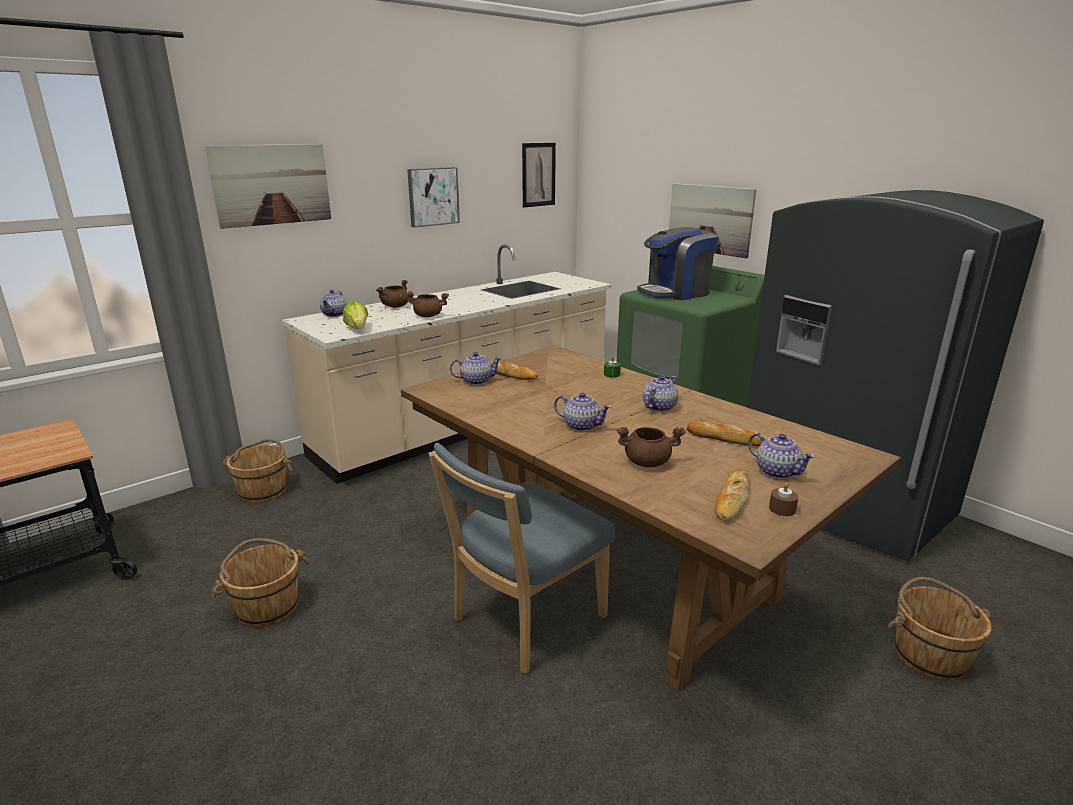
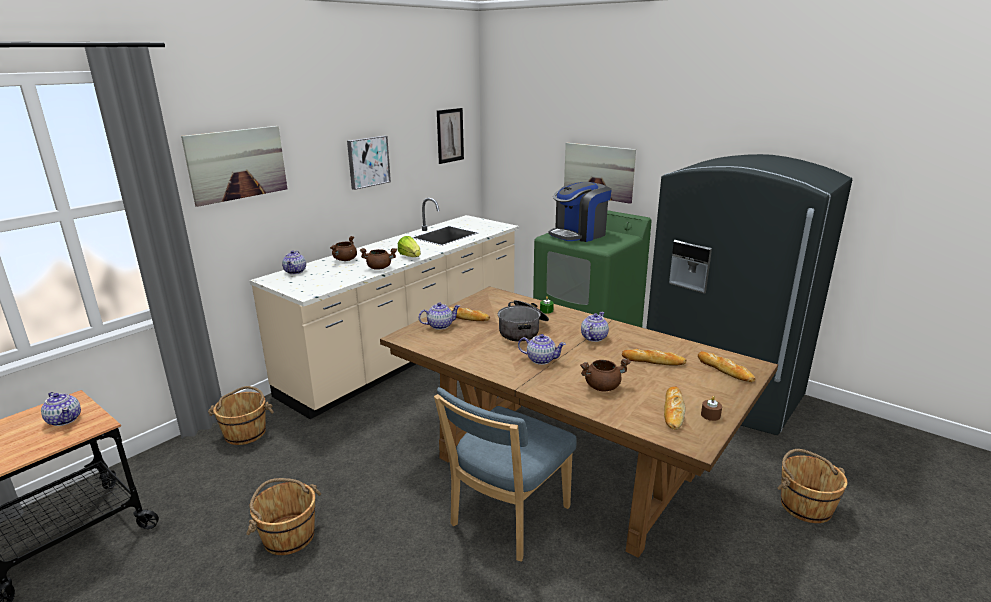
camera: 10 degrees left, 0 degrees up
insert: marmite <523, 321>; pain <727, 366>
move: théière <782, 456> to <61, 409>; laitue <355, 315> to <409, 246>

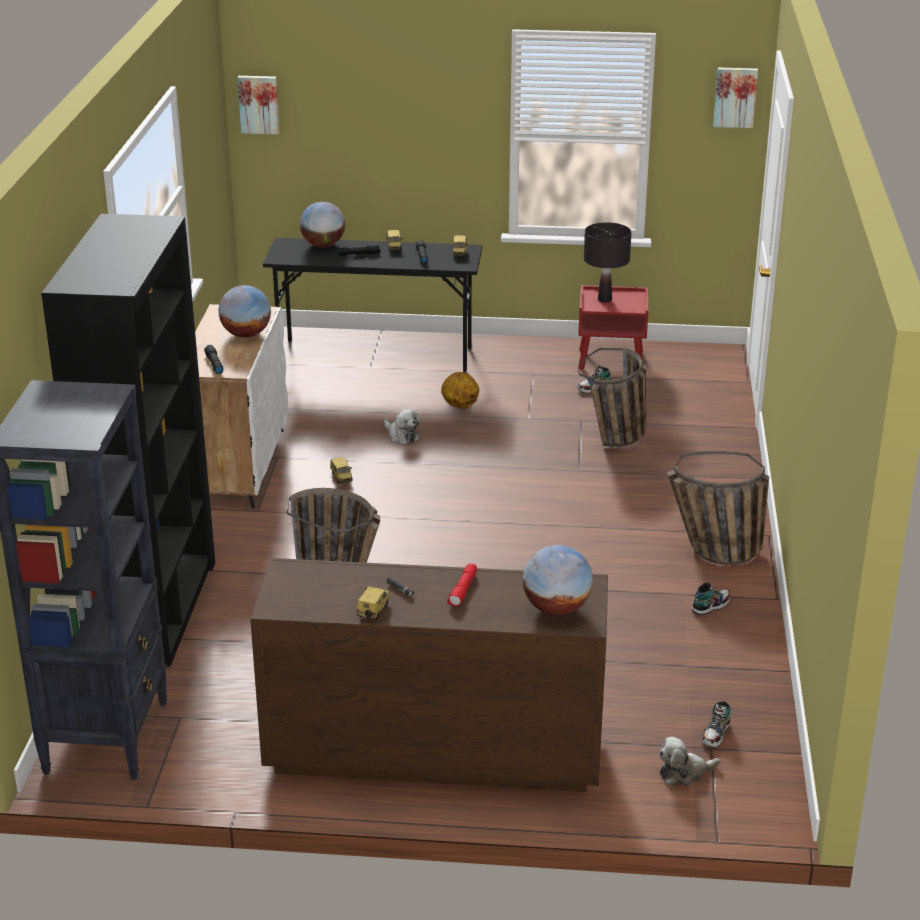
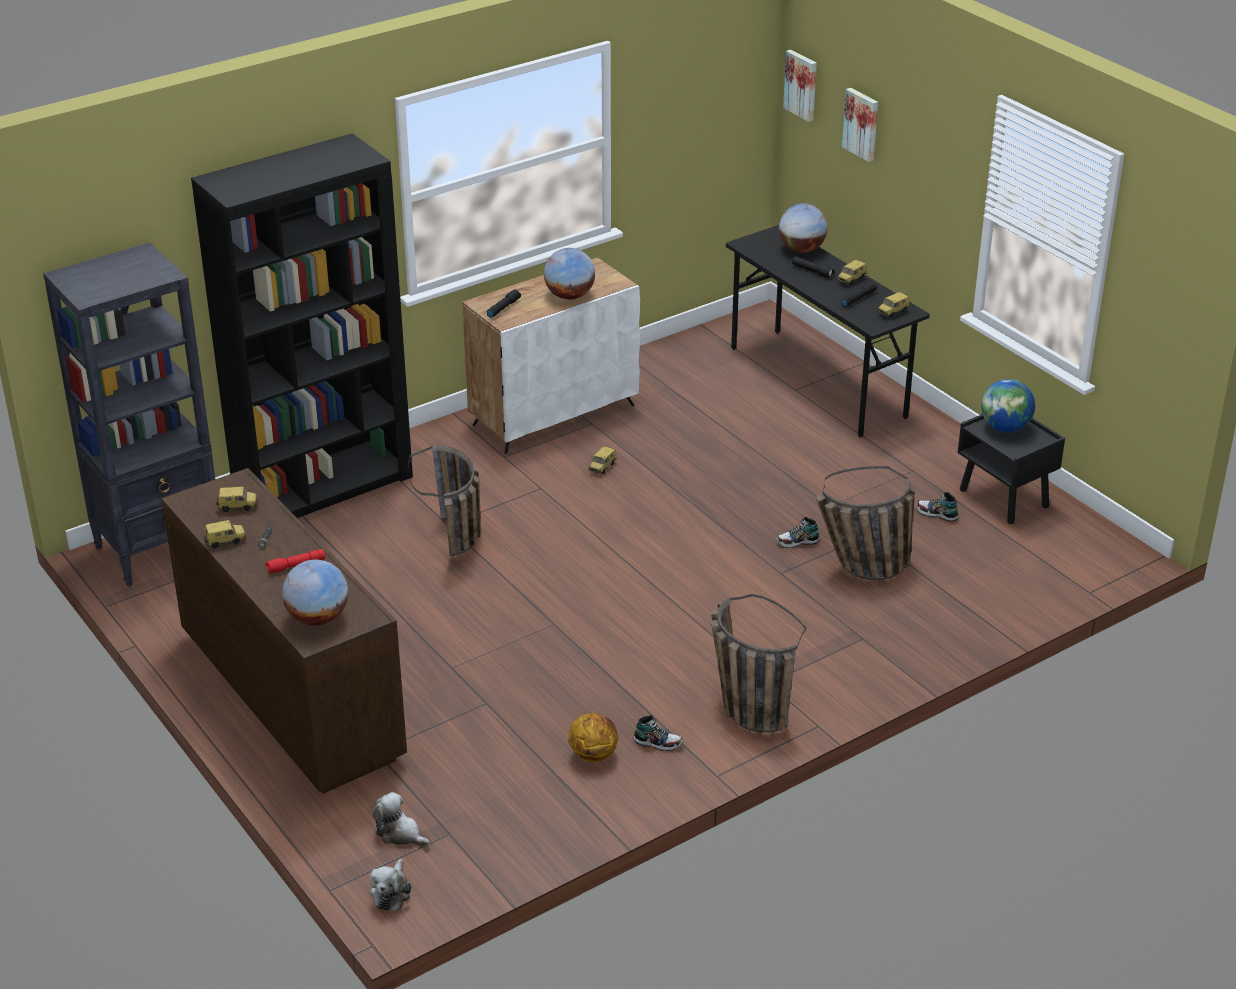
camera: 50 degrees right, 5 degrees up
insert: petite voiture <237, 499>
move: peluche <402, 426> to <390, 885>; ballon de basket <460, 390> to <593, 738>; chaussure <716, 724> to <798, 532>; tableau <735, 98> to <860, 125>
replace: lampe de table/noir <607, 262> to globe <1008, 405>
recolor: table de chevet/rouge <613, 327> to table de chevet/noir <1011, 469>

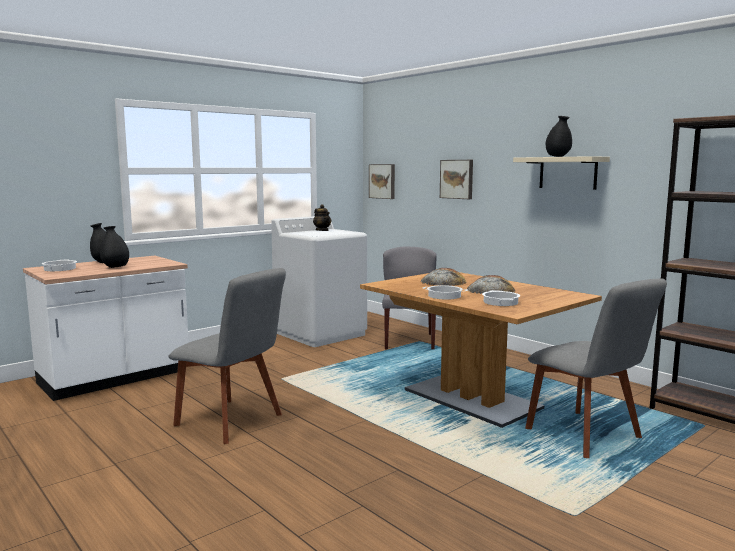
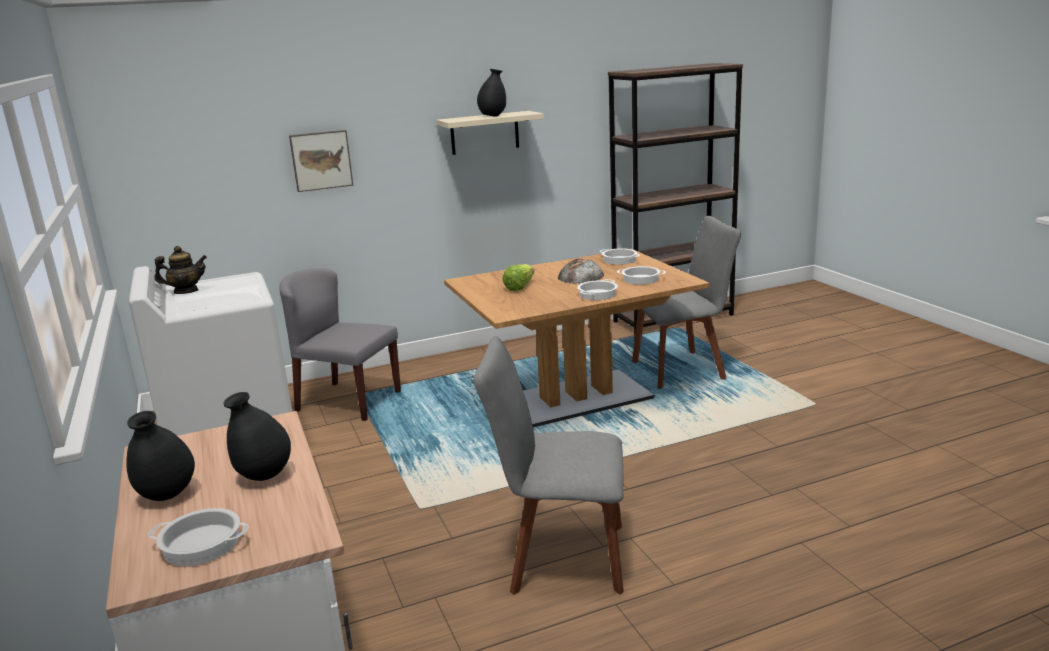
camera: 70 degrees left, 10 degrees up
delete: tableau <382, 181>
insert: marmite <619, 256>
replace: pain <443, 277> to laitue <518, 277>
rotate: chaise/gris <227, 356> = <548, 465> 135 degrees counterclockwise

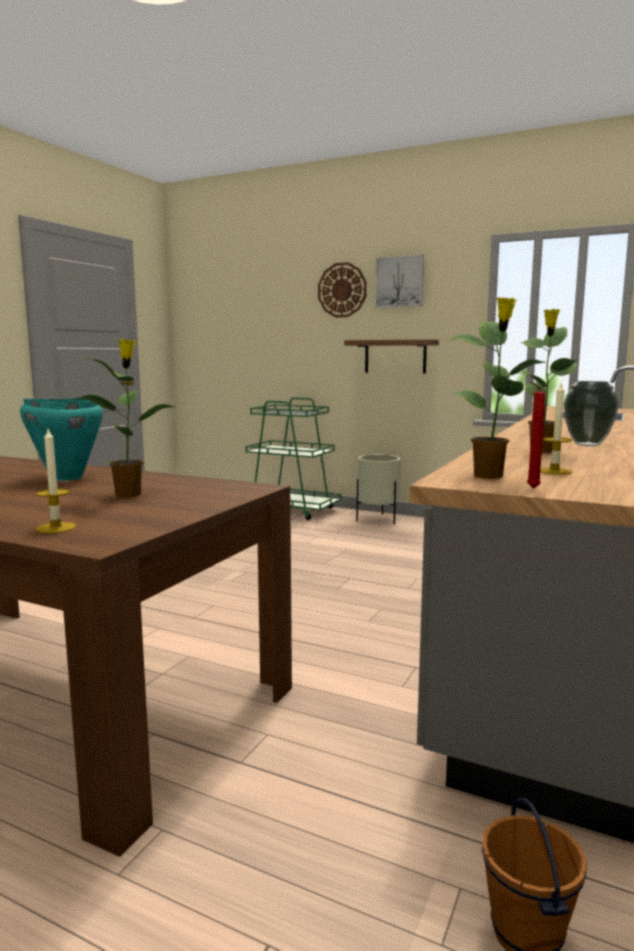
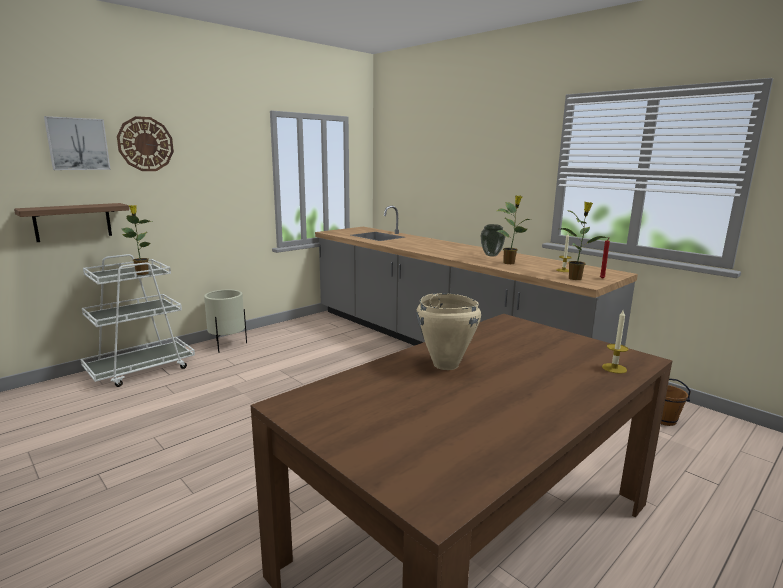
camera: 70 degrees left, 5 degrees up
move: étagère <391, 356> to <71, 222>; tableau <399, 281> to <77, 143>; plante en pot <125, 418> to <137, 240>
recolor: chariot/vert <293, 458> to chariot/blanc <137, 320>; marmite/turquoise <61, 439> to marmite/beige <448, 331>

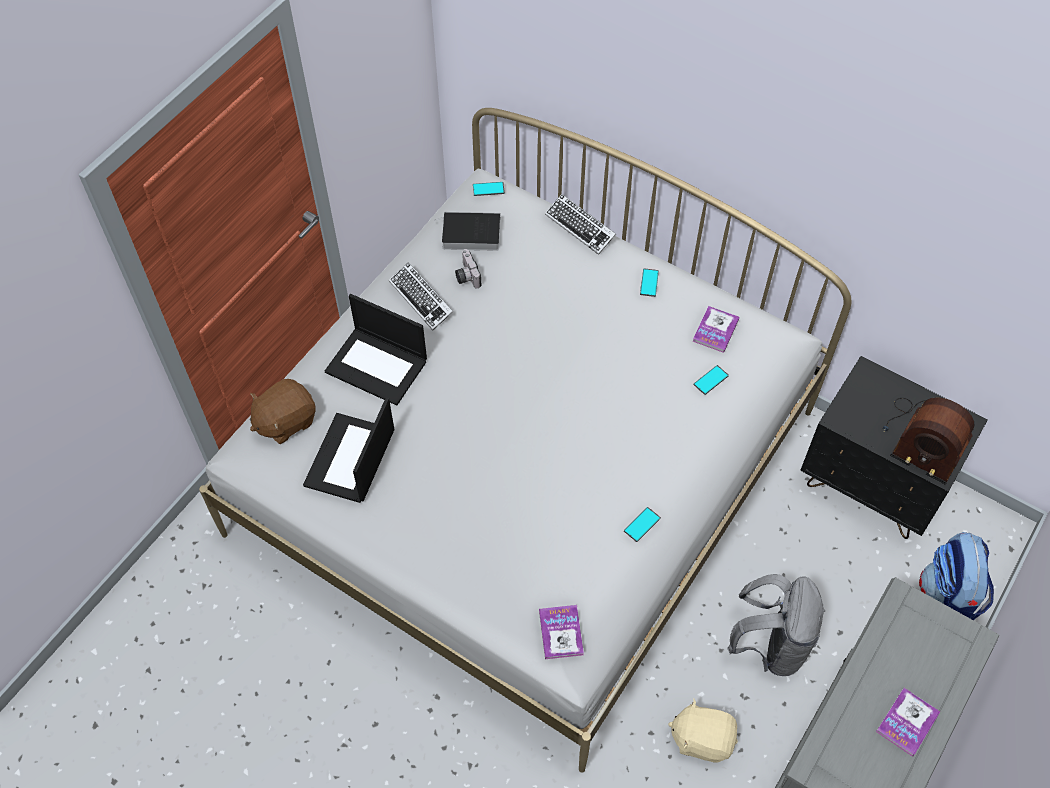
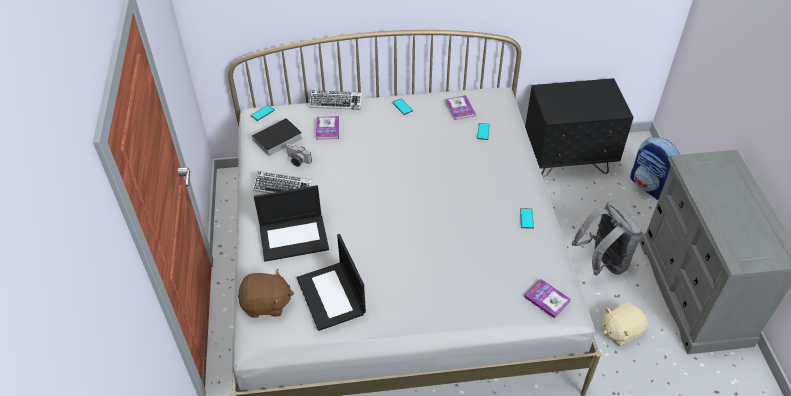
camera: 40 degrees left, 10 degrees down
delete: radio <929, 441>
move: livre <908, 722> to <327, 128>
rotate: peluche/marron <283, 411> = <266, 293> 105 degrees counterclockwise

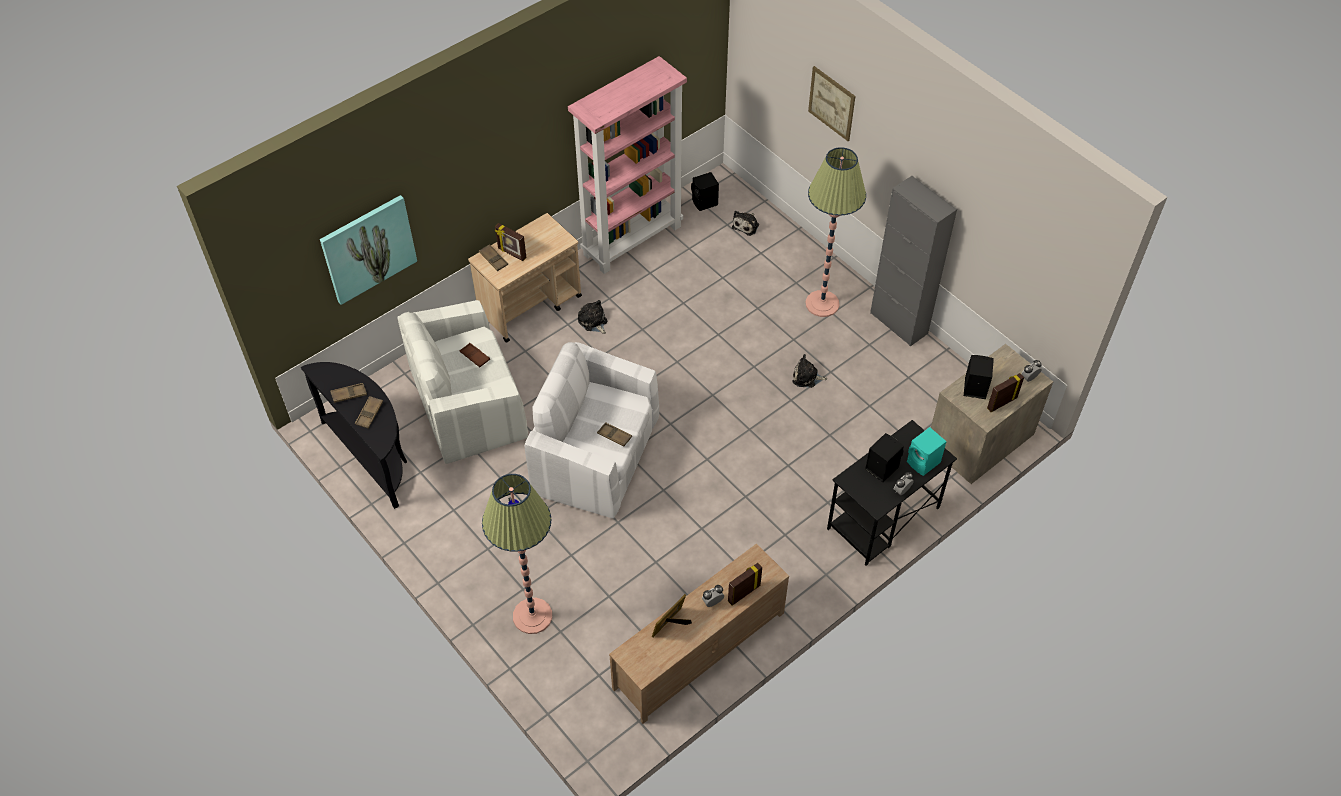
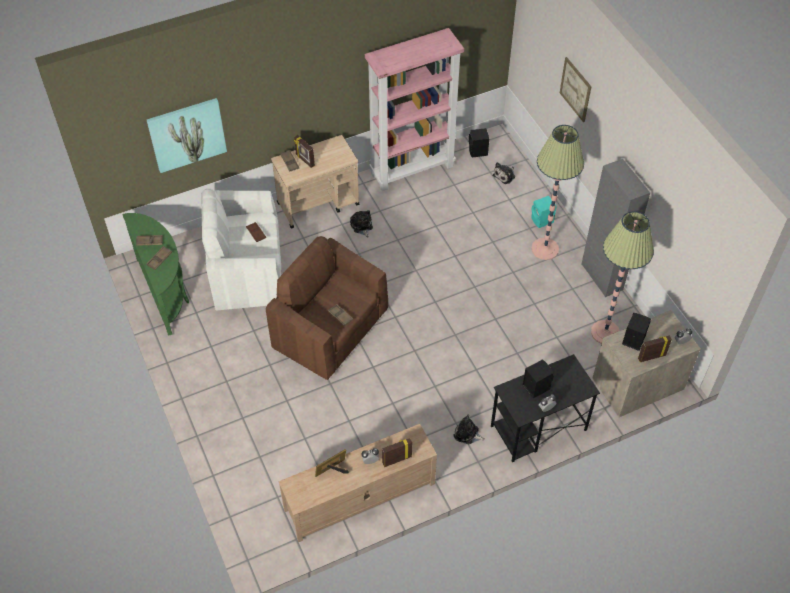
camera: 15 degrees right, 0 degrees up
move: peluche <810, 371> to <469, 429>; enceinte/turquoise <927, 451> to <544, 212>; lampadaire <517, 554> to <622, 277>
recolor: table console/noir <354, 435> to table console/vert <155, 274>; fauteuil/blanc <592, 430> to fauteuil/marron <327, 308>

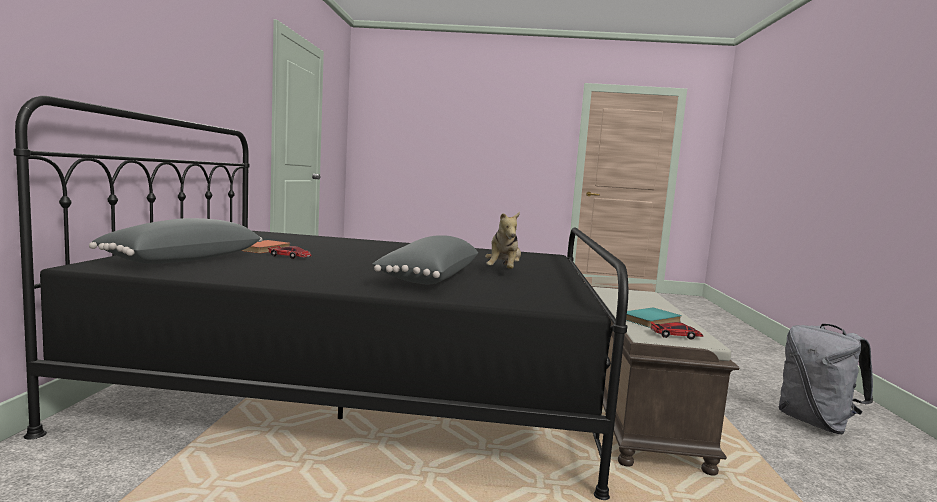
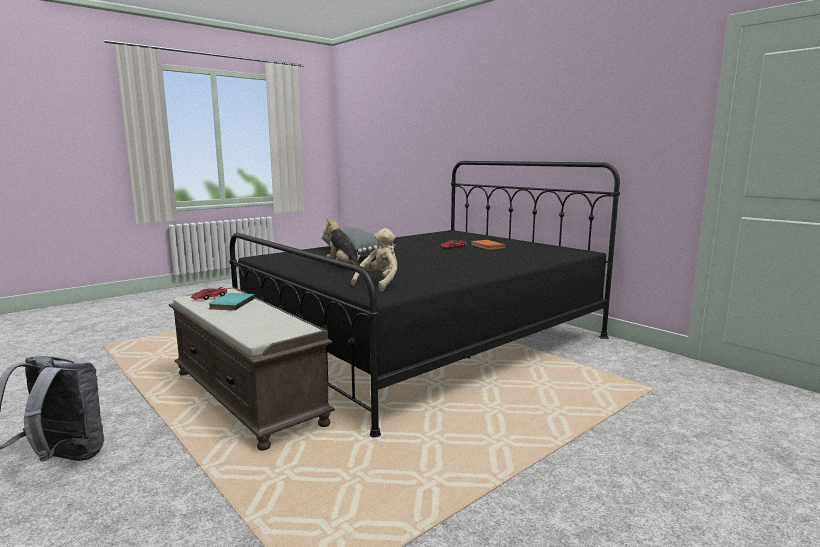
camera: 135 degrees right, 5 degrees up
delete: coussin/gris <175, 241>
insert: peluche/beige <374, 260>

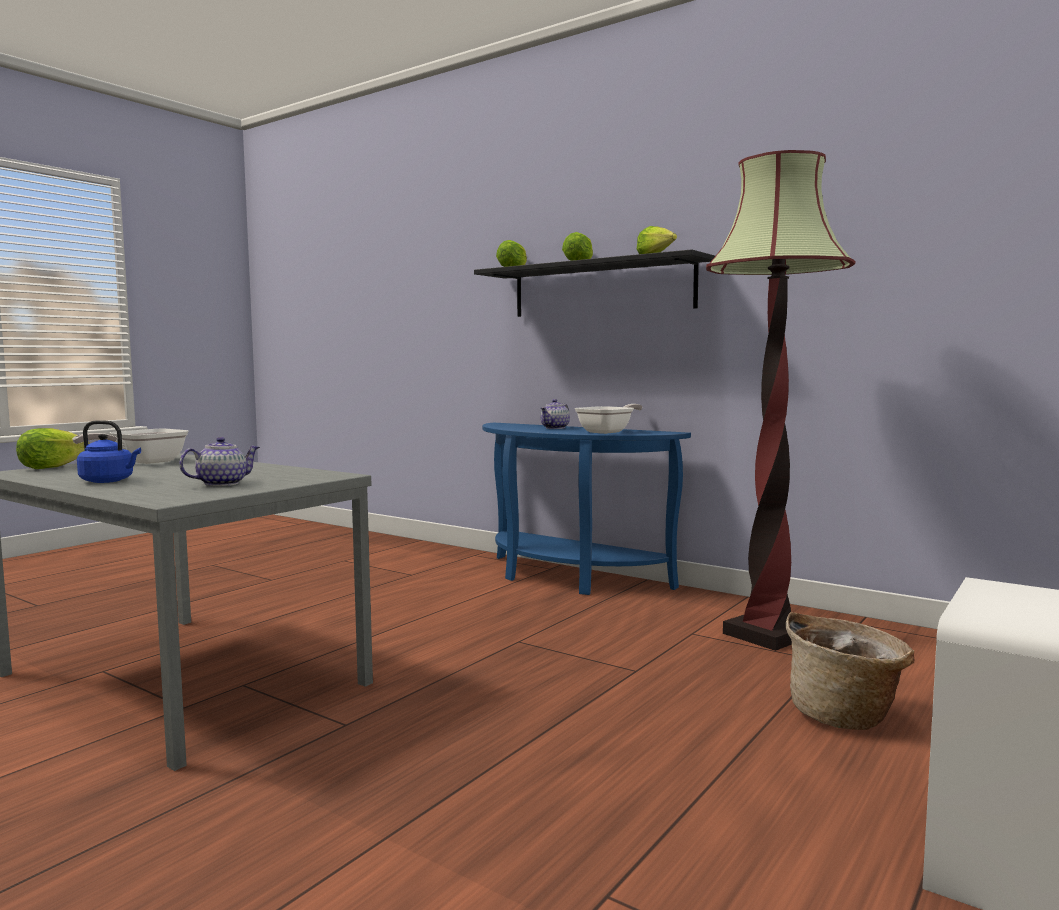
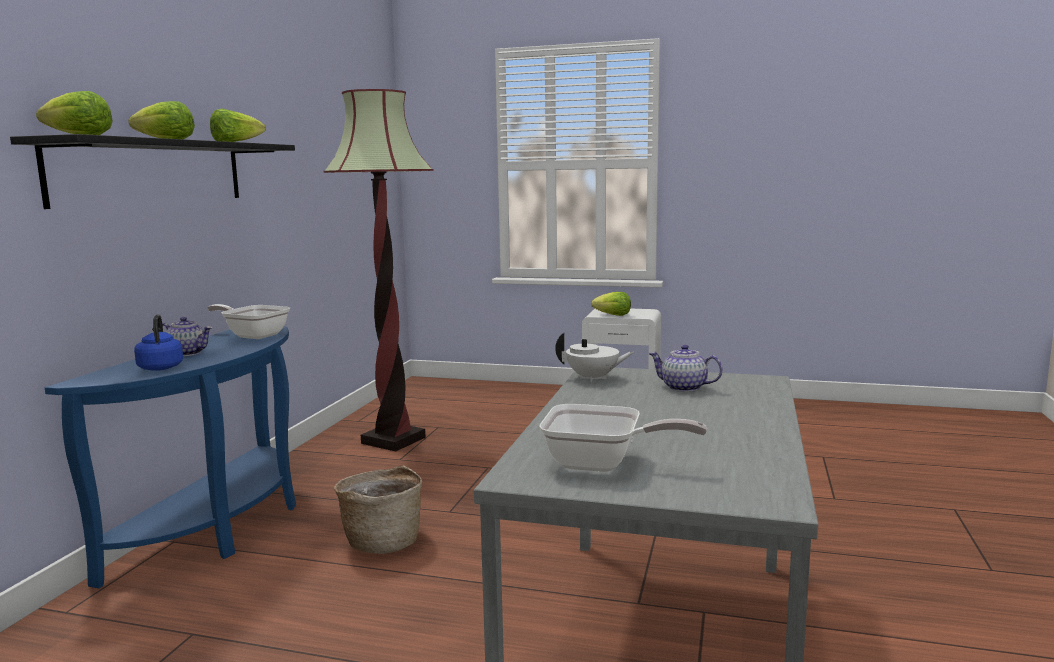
camera: 110 degrees left, 5 degrees up
insert: théière/blanc <594, 357>
move: bouilloire/bleu <109, 451> to <158, 342>; panier <850, 671> to <378, 509>; laitue <53, 448> to <611, 304>

